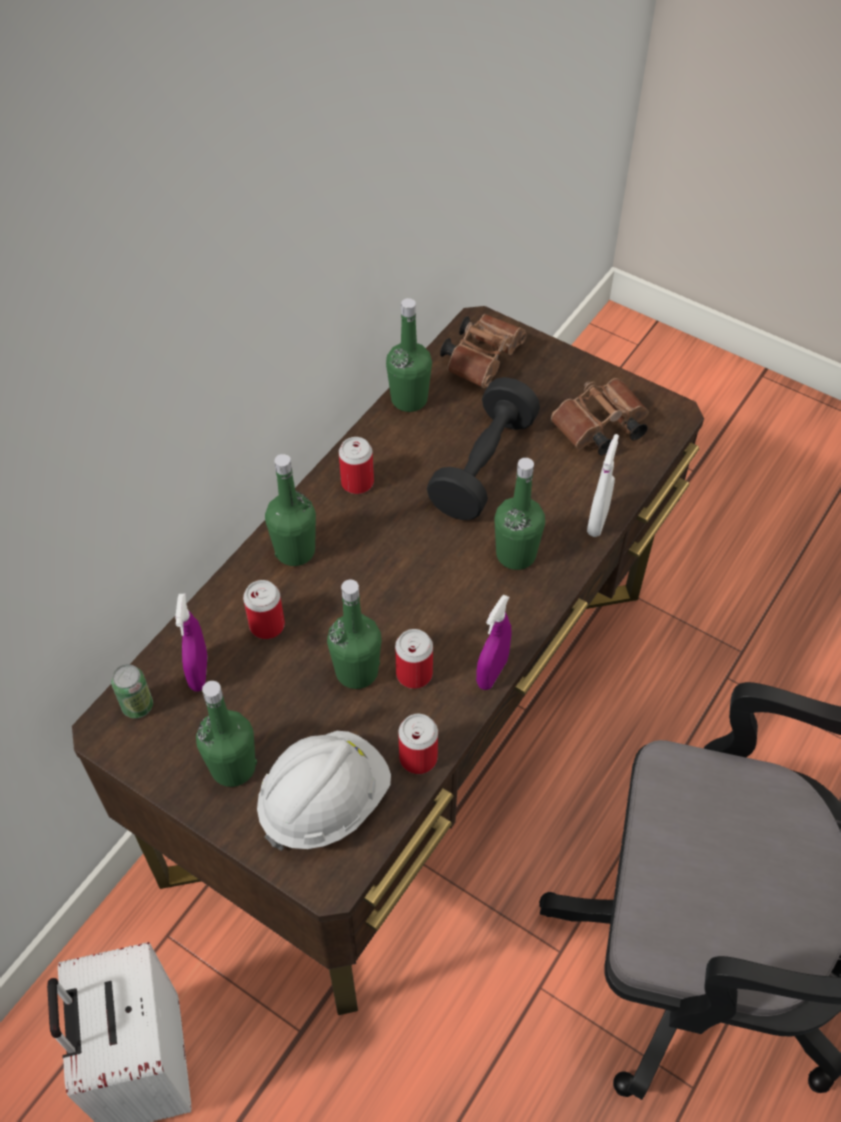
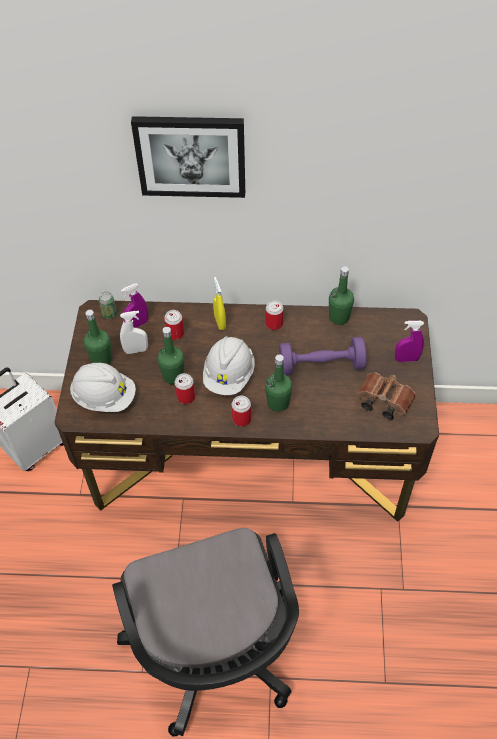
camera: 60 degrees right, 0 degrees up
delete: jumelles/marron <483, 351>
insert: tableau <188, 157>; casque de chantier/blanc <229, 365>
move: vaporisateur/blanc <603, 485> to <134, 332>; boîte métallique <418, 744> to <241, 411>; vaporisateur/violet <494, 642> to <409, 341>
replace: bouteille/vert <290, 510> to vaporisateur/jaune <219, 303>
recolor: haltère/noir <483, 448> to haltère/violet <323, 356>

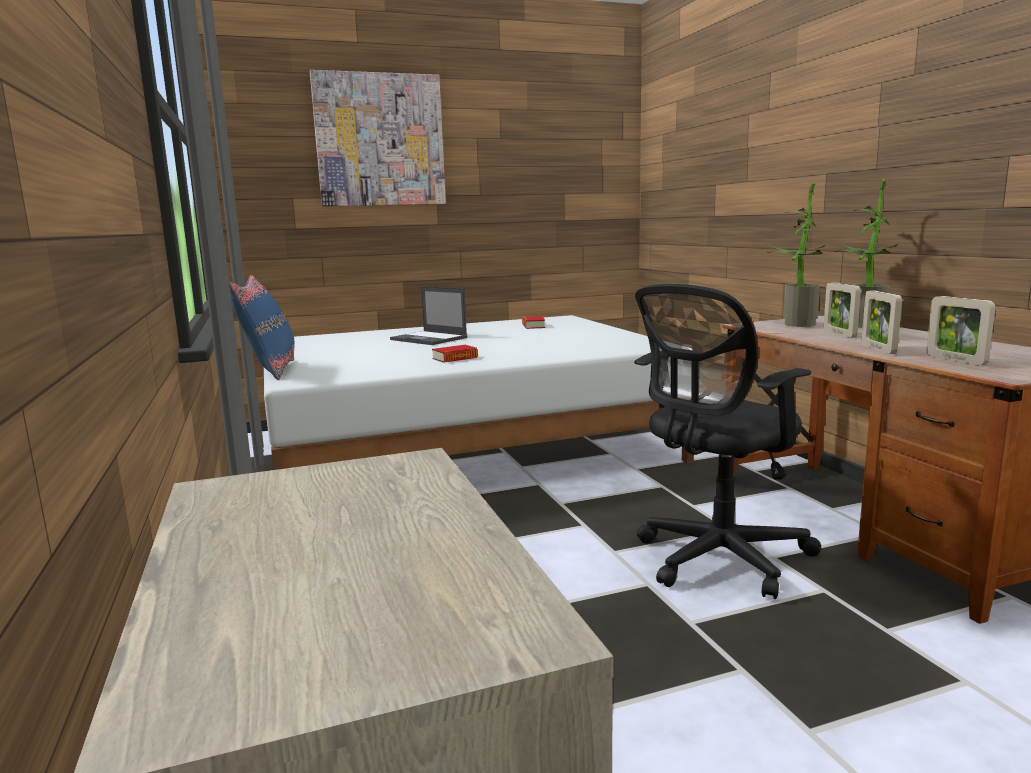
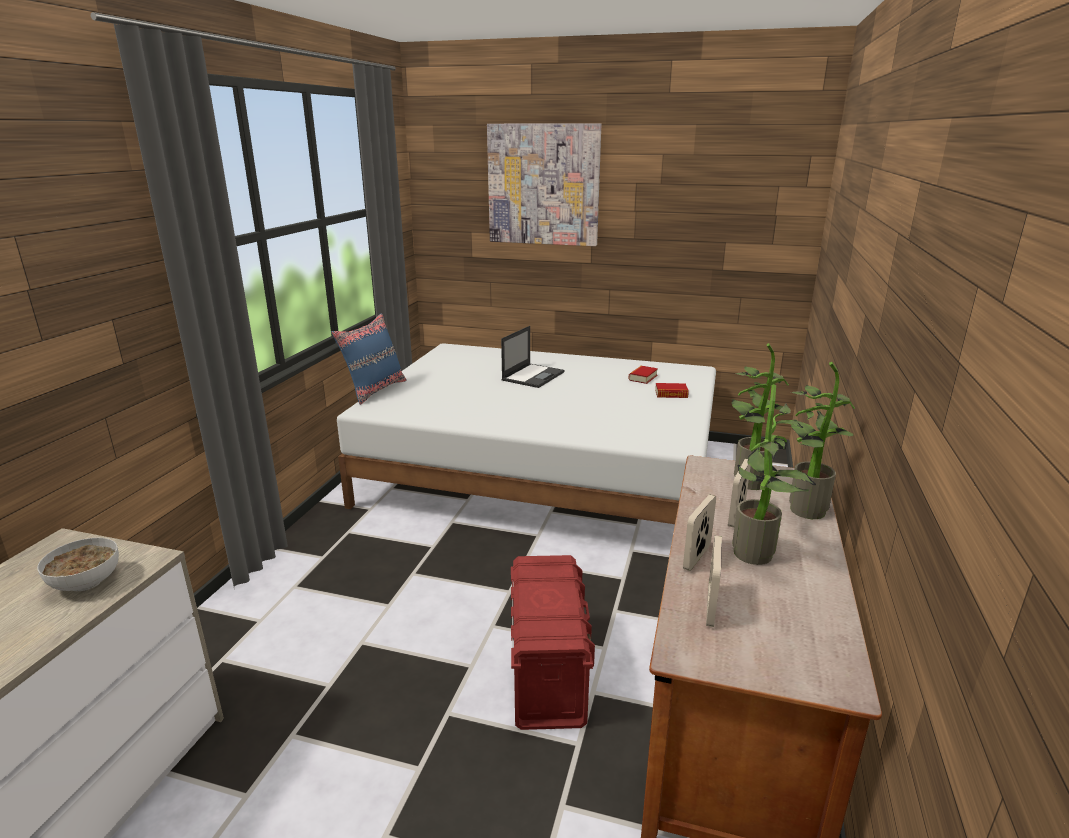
camera: 35 degrees right, 10 degrees up
insert: bol <78, 564>; plante en pot <774, 474>
move: livre <455, 354> to <672, 390>
replace: chaise de bureau/noir <727, 441> to boîte de rangement/rouge <553, 642>
rotate: ordinateur portable <428, 315> = <532, 357> 135 degrees counterclockwise

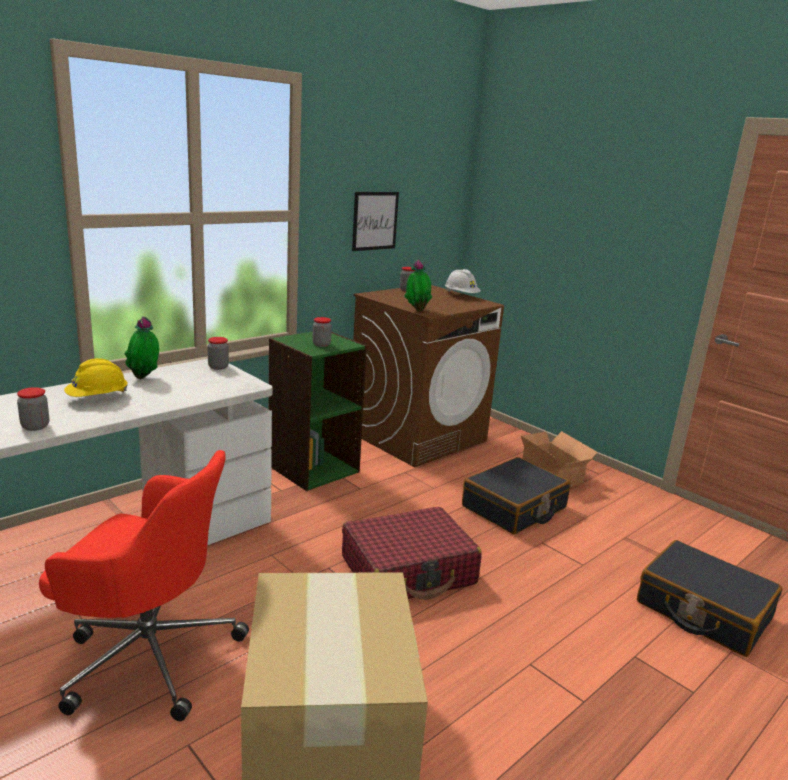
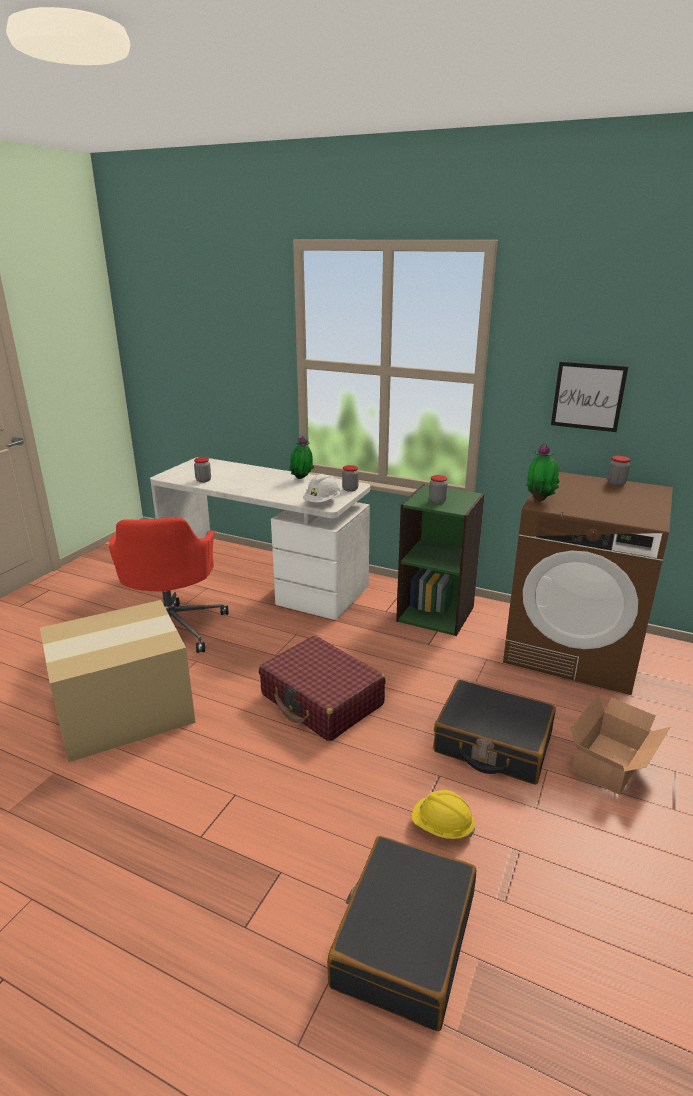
camera: 70 degrees right, 5 degrees up
move: casque de chantier/blanc <463, 281> to <321, 488>; casque de chantier/jaune <96, 377> to <444, 814>

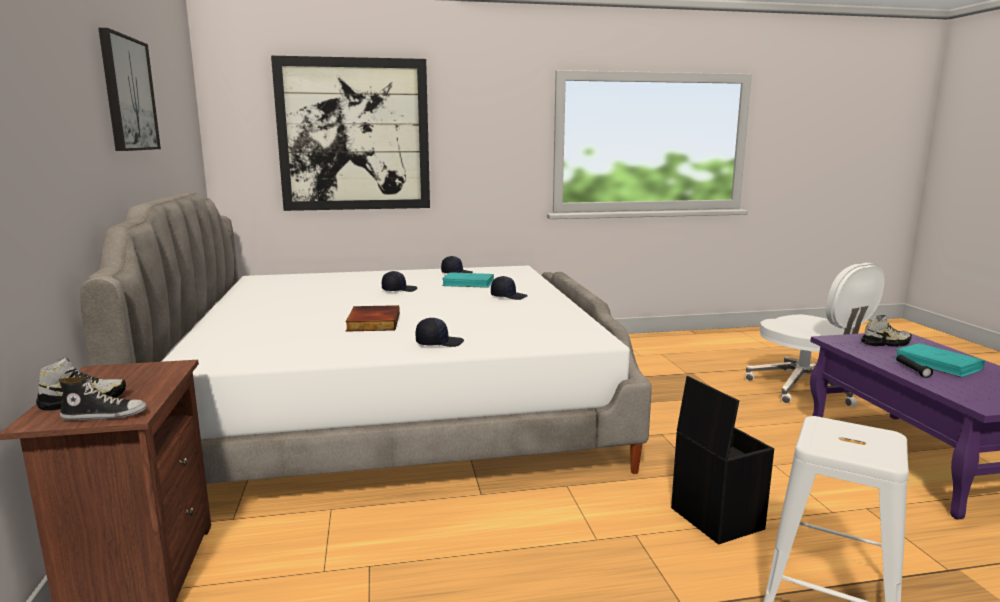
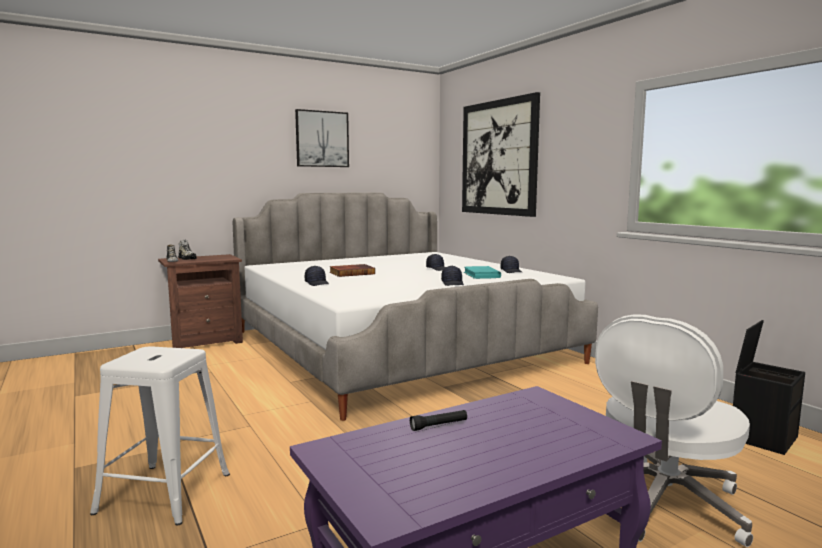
camera: 70 degrees right, 5 degrees down
delete: chaussure <886, 331>; livre/turquoise <939, 360>
move: boîte de rangement/noir <722, 460> to <769, 387>

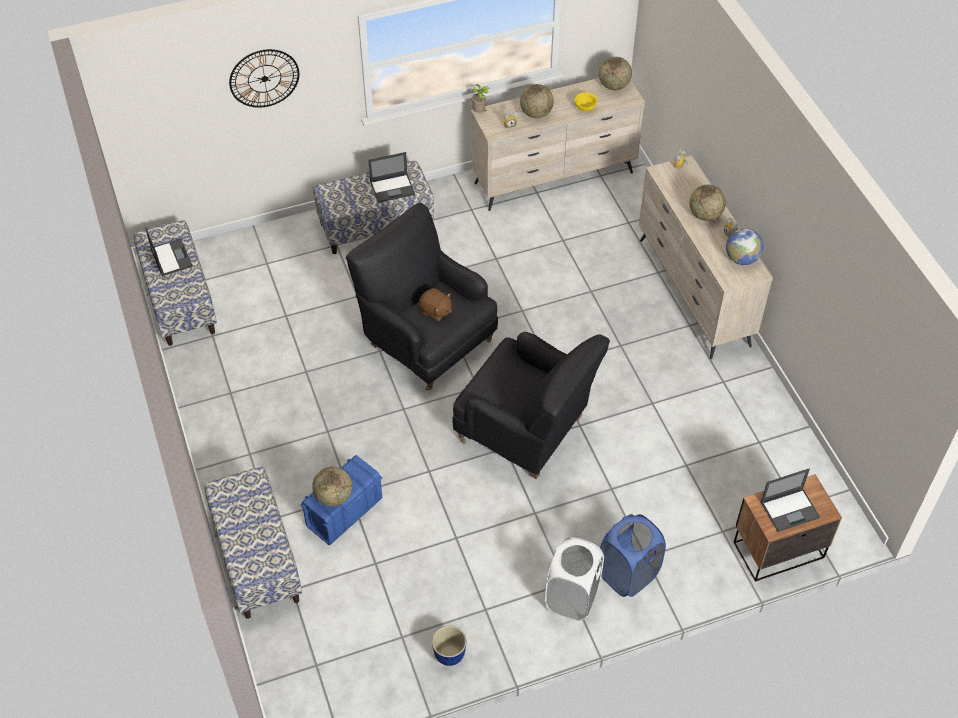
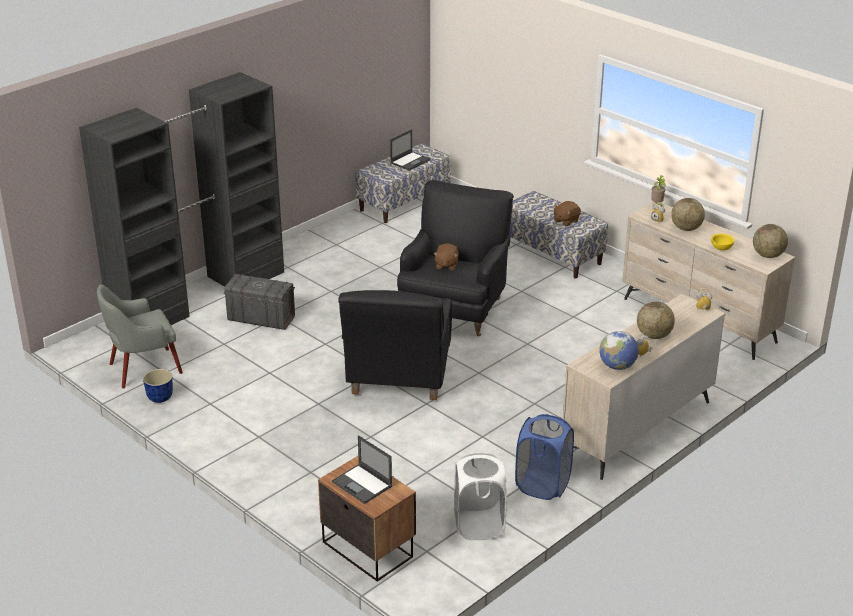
camera: 65 degrees right, 20 degrees down
delete: horloge murale <264, 78>; globe <332, 486>
insert: fauteuil/gris <140, 337>
move: panier à linge/blanc <574, 579> to <480, 496>; panier à linge/bleu <633, 555> to <544, 457>
replace: banc <253, 543> to armoire/noir <181, 198>; ordinateur portable <391, 177> to peluche/marron <567, 213>
recolor: boîte de rangement/bleu <341, 500> to boîte de rangement/gris <259, 302>

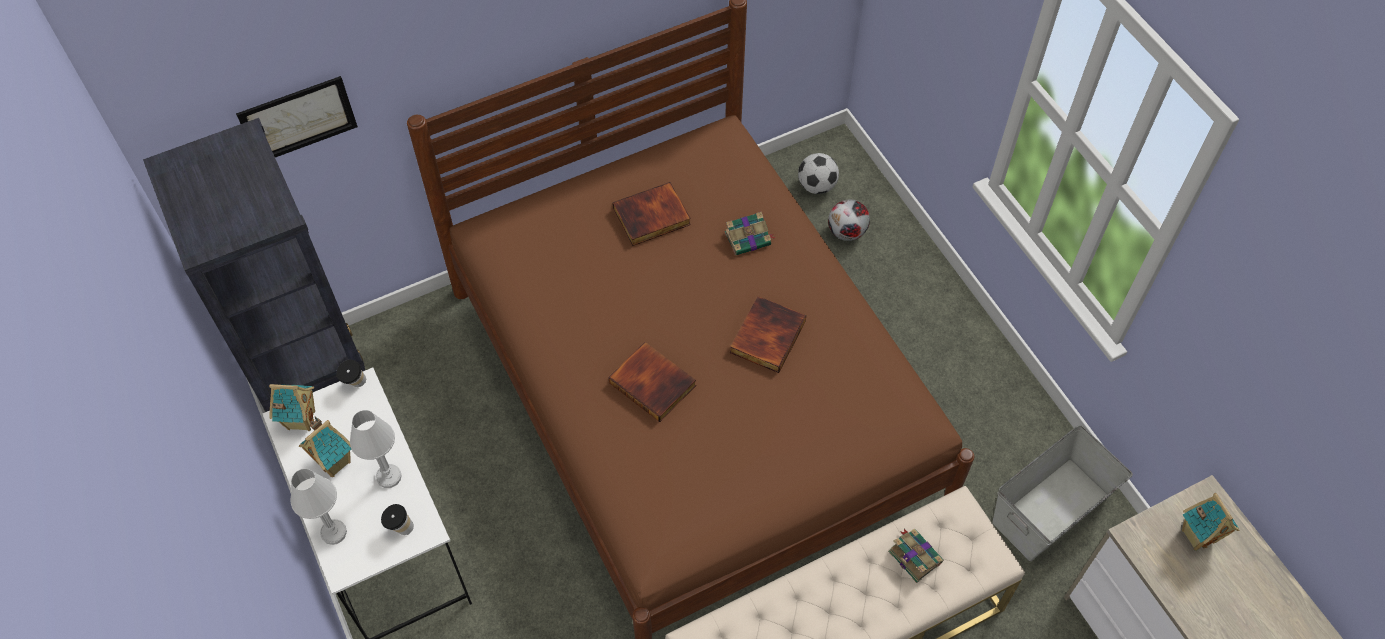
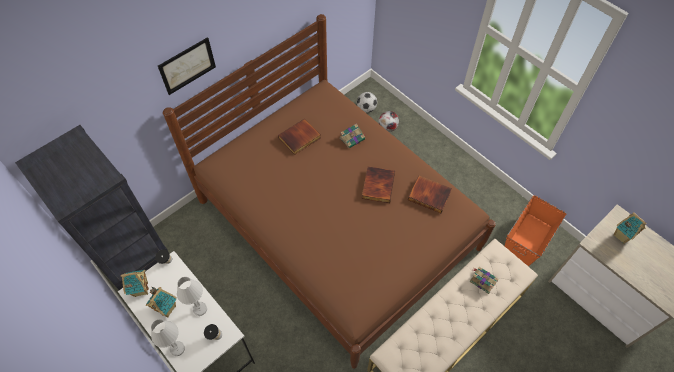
camera: 15 degrees left, 0 degrees up
move: tableau <297, 116> to <187, 66>; livre <652, 382> to <430, 194>
recolor: boîte de rangement/gris <1062, 493> to boîte de rangement/orange <535, 230>

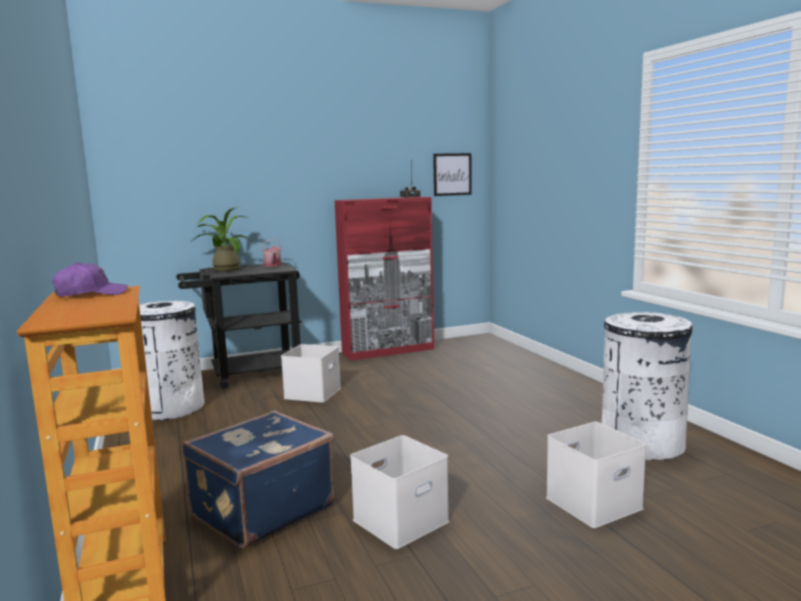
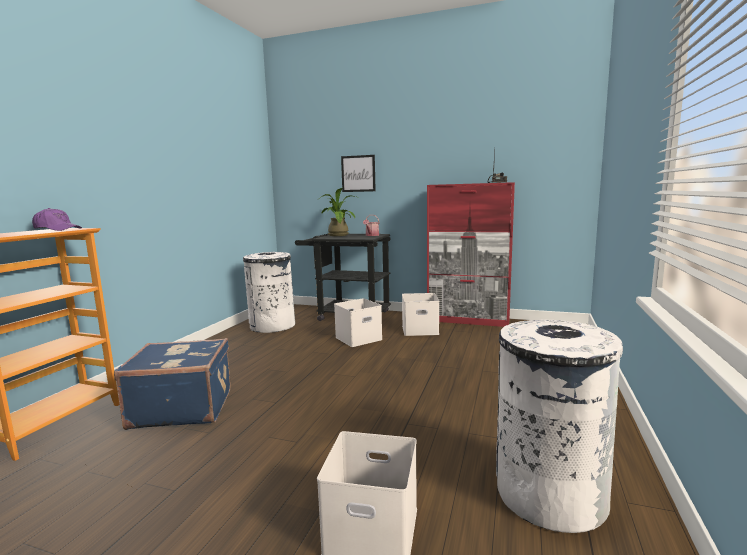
camera: 40 degrees right, 0 degrees up
move: tableau <452, 174> to <358, 173>; boîte de rangement/blanc <399, 492> to <420, 314>

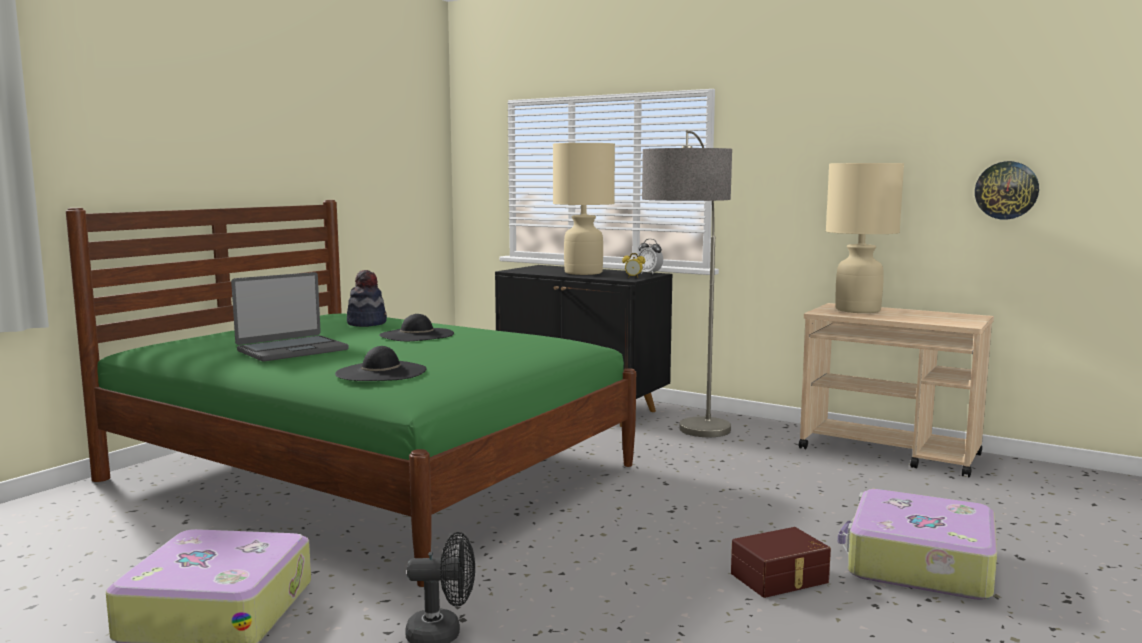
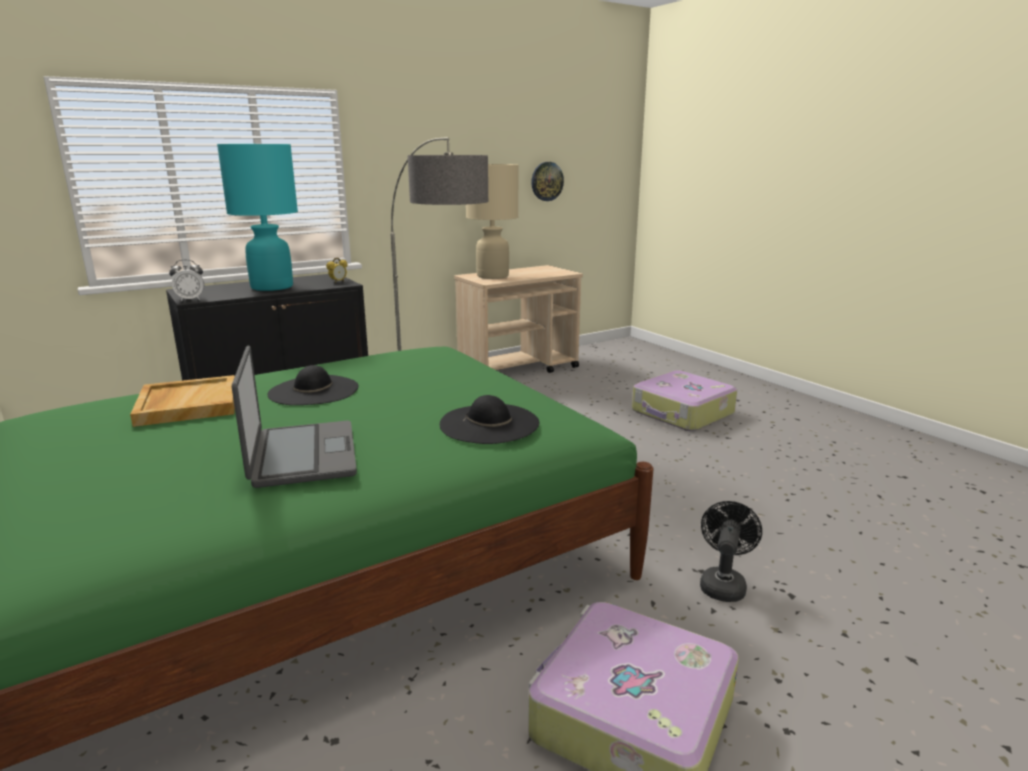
camera: 65 degrees left, 10 degrees up
delete: boîte de rangement/marron <781, 562>
move: réveil <650, 256> to <186, 280>
replace: chapeau <367, 298> to plateau/beige <182, 401>
recolor: lampe de table/beige <584, 209> to lampe de table/turquoise <257, 217>

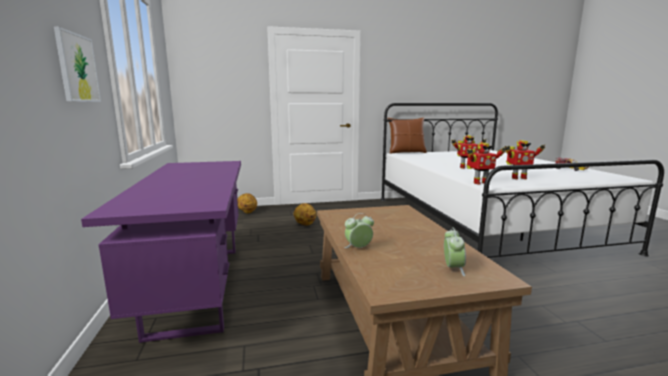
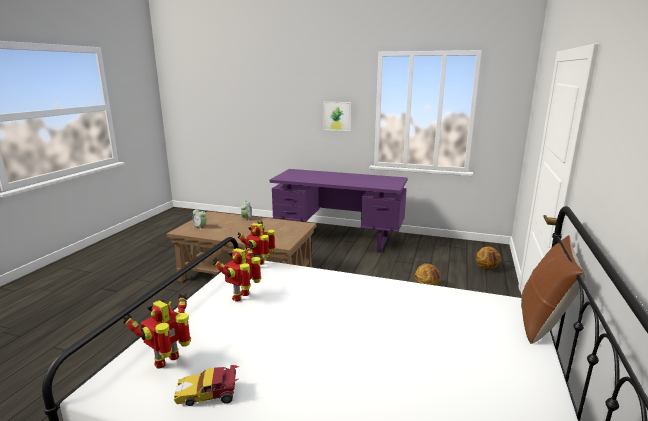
camera: 120 degrees right, 5 degrees up
move: robot jouet <469, 152> to <157, 331>

